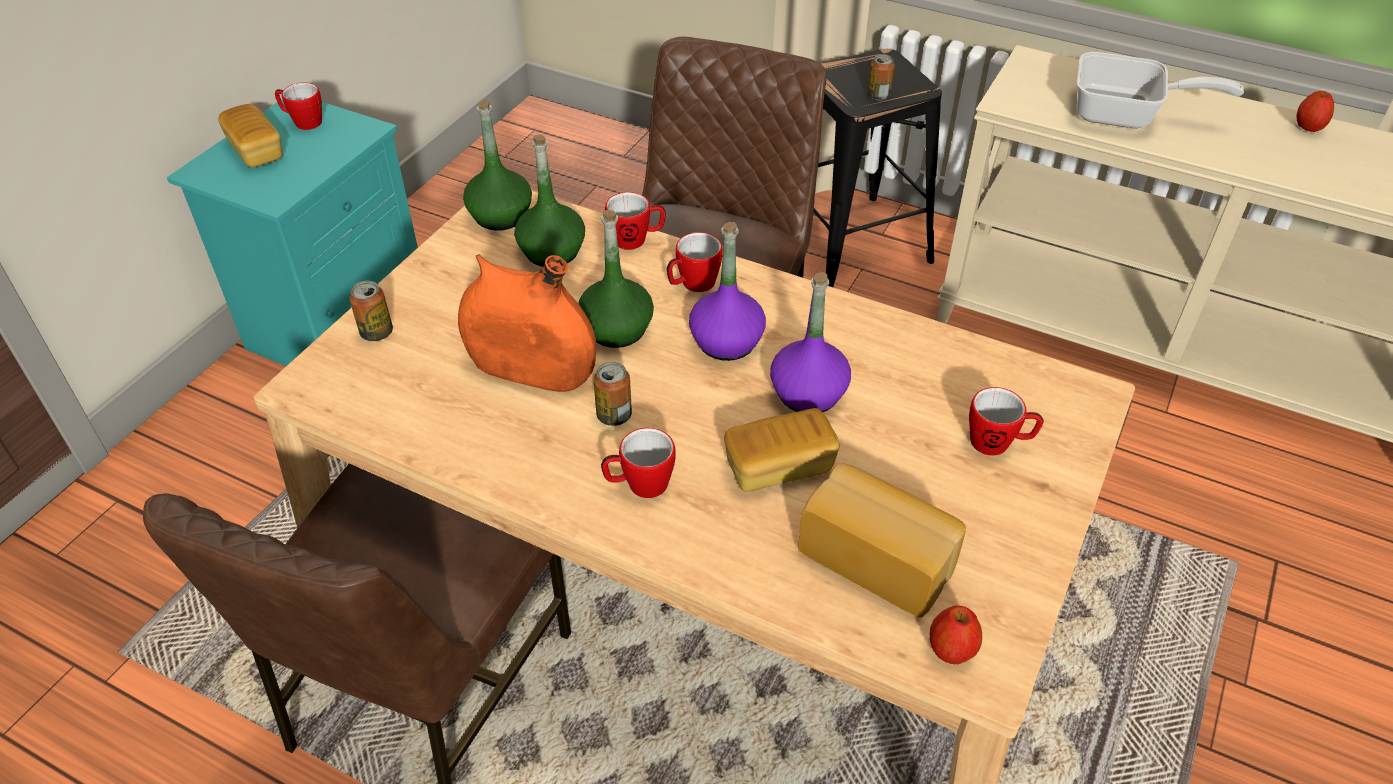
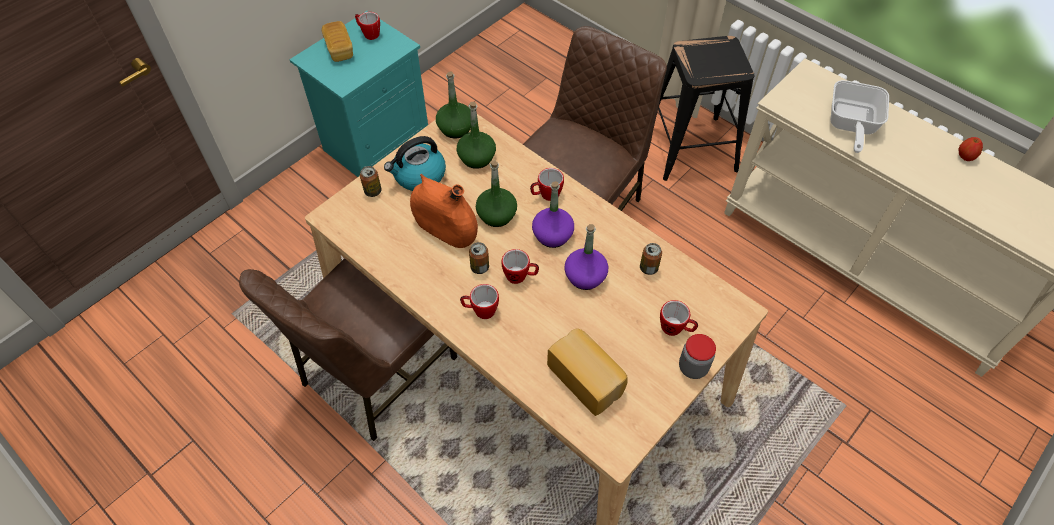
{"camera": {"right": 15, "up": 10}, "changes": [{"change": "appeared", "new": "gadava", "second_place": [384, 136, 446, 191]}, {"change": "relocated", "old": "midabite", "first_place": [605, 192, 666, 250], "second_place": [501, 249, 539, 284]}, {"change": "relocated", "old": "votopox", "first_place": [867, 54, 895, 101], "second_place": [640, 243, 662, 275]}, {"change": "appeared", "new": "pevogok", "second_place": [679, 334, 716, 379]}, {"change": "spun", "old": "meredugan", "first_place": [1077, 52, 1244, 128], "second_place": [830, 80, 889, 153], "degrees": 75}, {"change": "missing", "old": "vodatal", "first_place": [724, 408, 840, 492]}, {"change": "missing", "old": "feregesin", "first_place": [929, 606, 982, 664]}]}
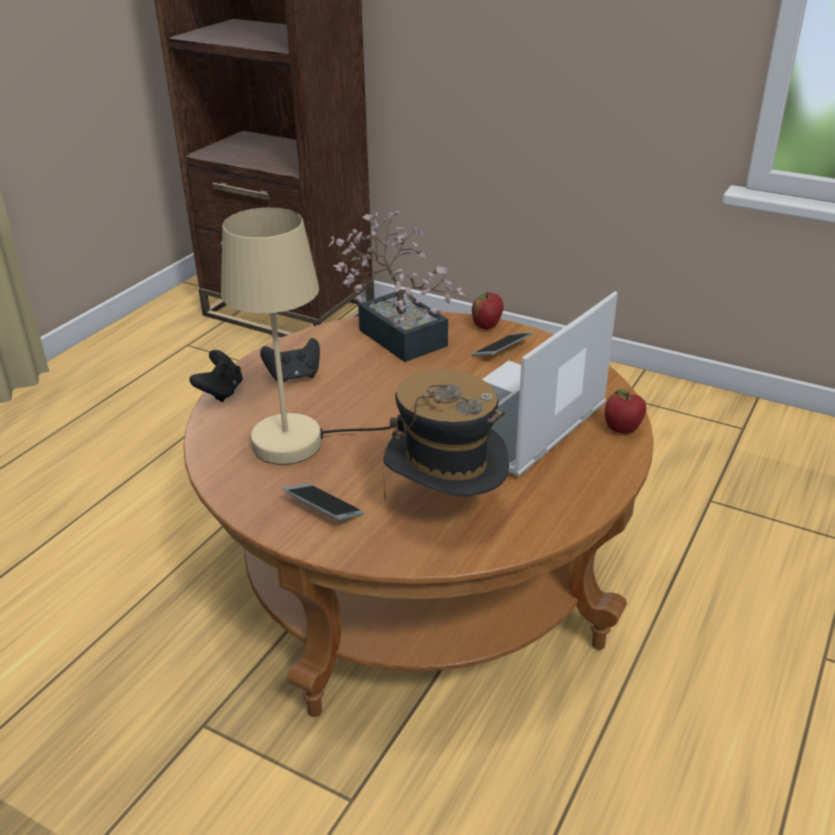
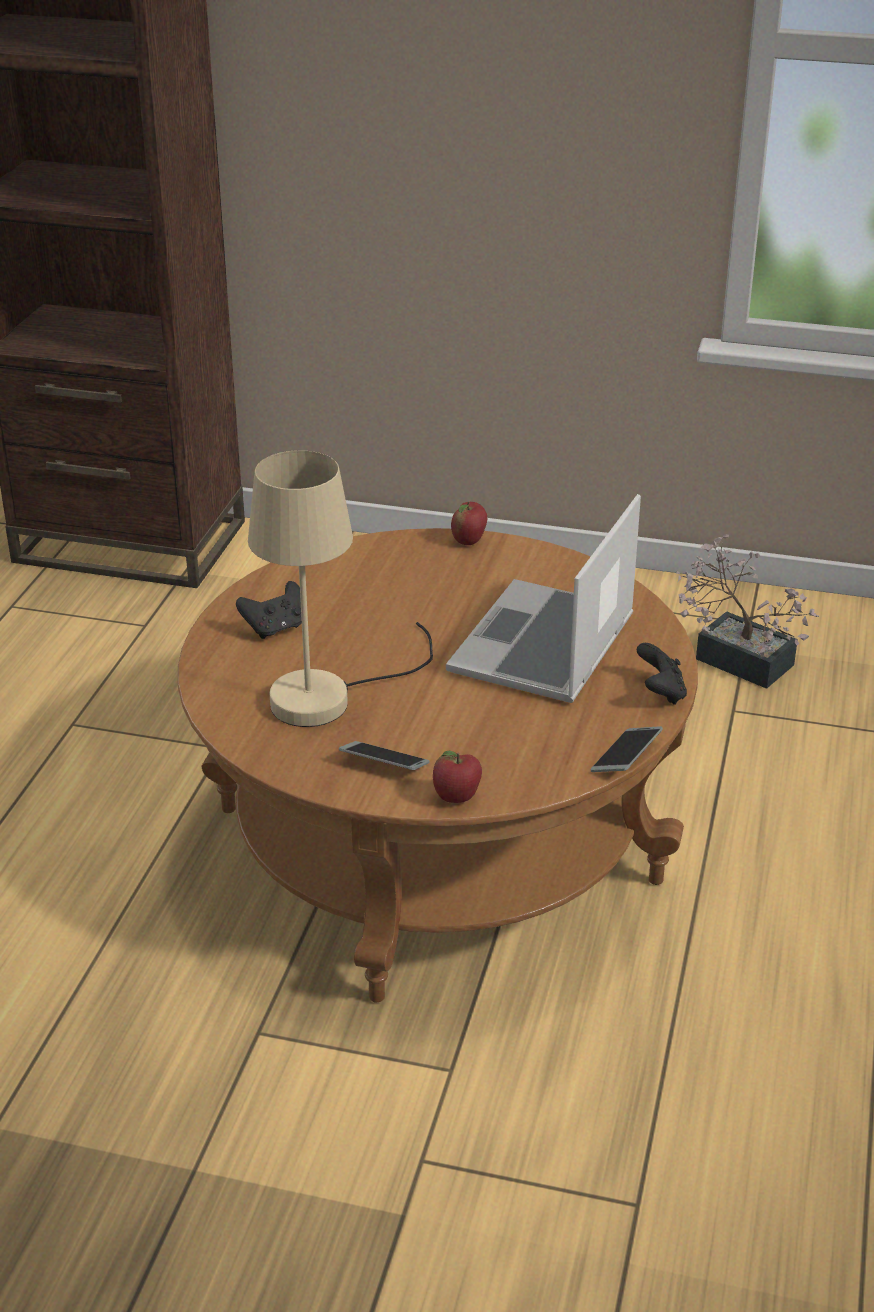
{"camera": {"right": -15, "up": 0}, "changes": [{"change": "relocated", "old": "feregesin", "first_place": [605, 389, 646, 434], "second_place": [433, 751, 482, 803]}, {"change": "relocated", "old": "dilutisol", "first_place": [472, 332, 533, 356], "second_place": [590, 726, 663, 772]}, {"change": "relocated", "old": "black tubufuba", "first_place": [189, 350, 243, 402], "second_place": [636, 643, 687, 705]}, {"change": "relocated", "old": "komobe", "first_place": [329, 210, 466, 362], "second_place": [676, 534, 819, 689]}, {"change": "missing", "old": "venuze", "first_place": [383, 369, 509, 501]}]}
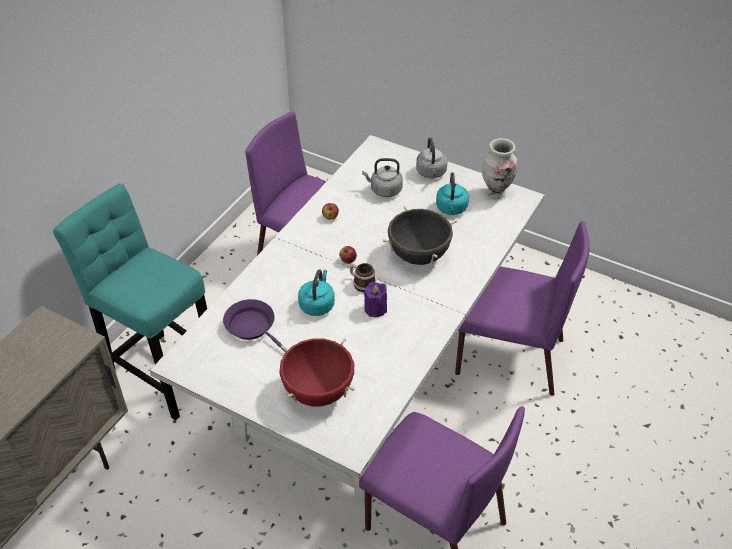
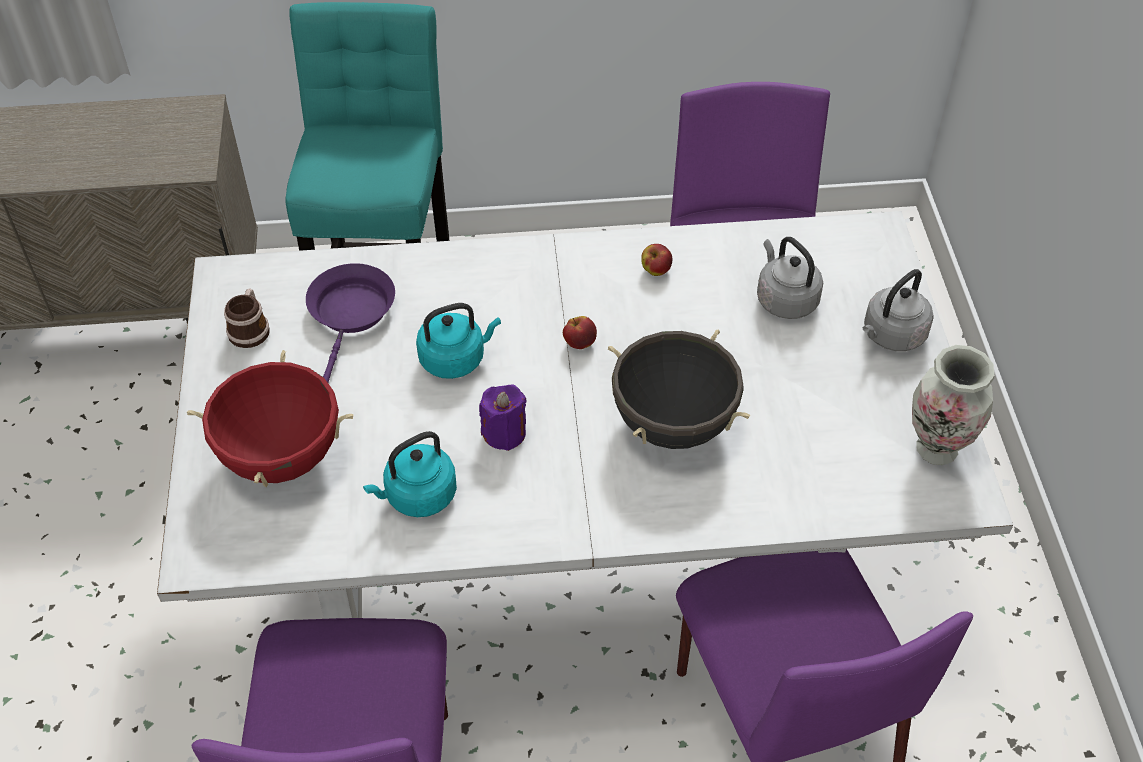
{"camera": {"right": 55, "up": 5}, "changes": [{"change": "relocated", "old": "midabite", "first_place": [350, 263, 376, 292], "second_place": [224, 288, 270, 348]}, {"change": "relocated", "old": "turquoise gadava", "first_place": [436, 172, 469, 215], "second_place": [363, 431, 457, 517]}]}
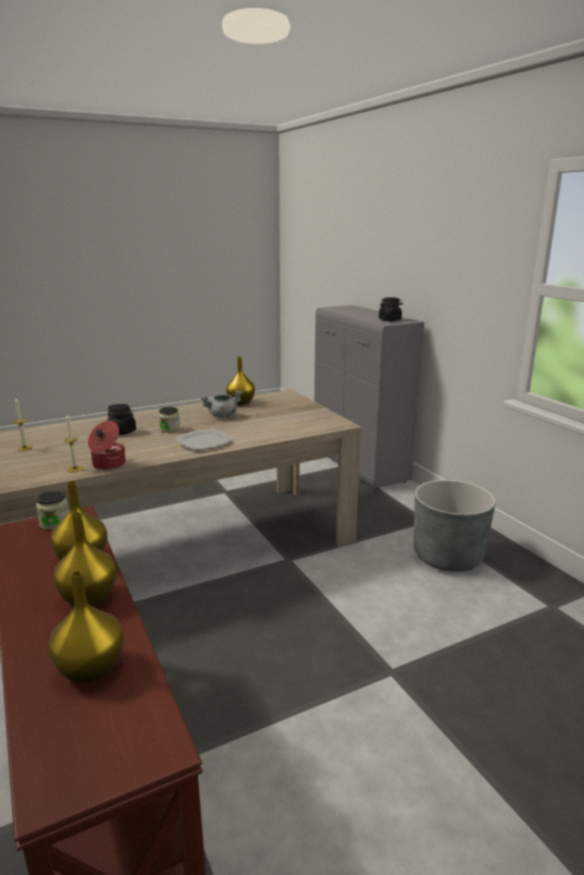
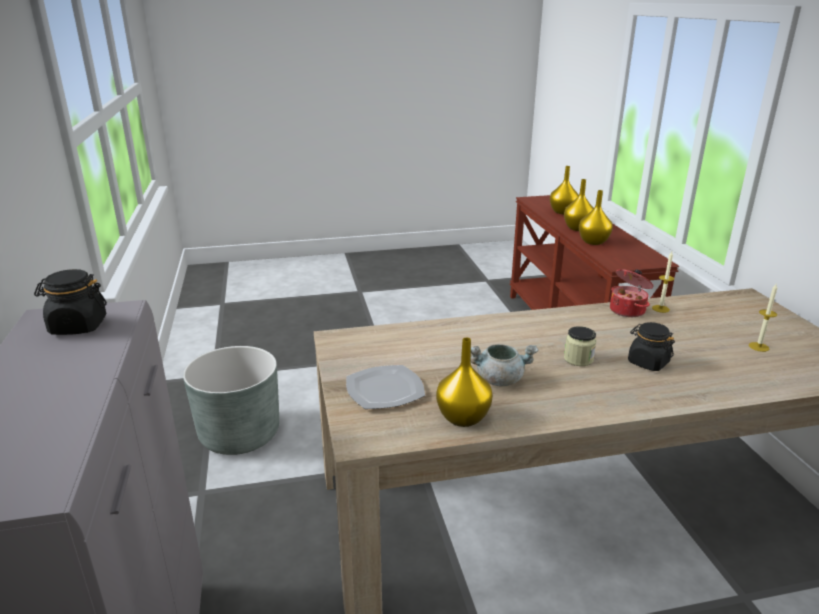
{"camera": {"right": -165, "up": 5}, "changes": [{"change": "relocated", "old": "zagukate", "first_place": [176, 429, 233, 450], "second_place": [346, 365, 425, 409]}, {"change": "missing", "old": "pevogok", "first_place": [36, 491, 69, 530]}]}
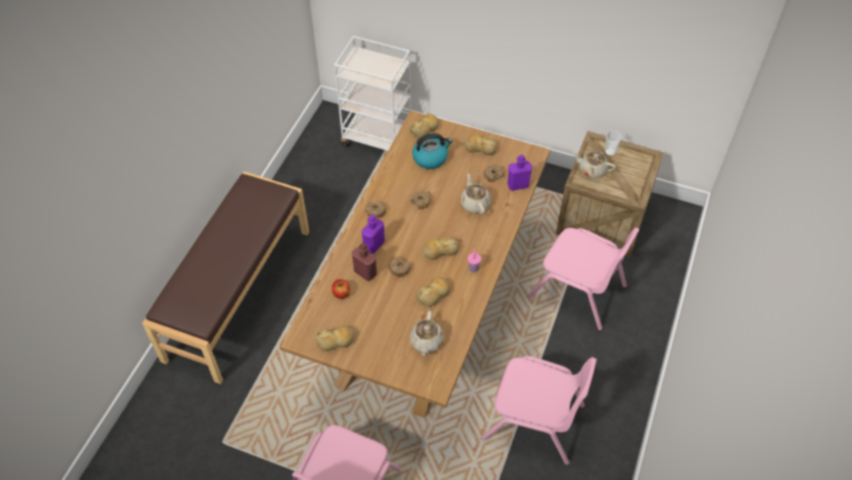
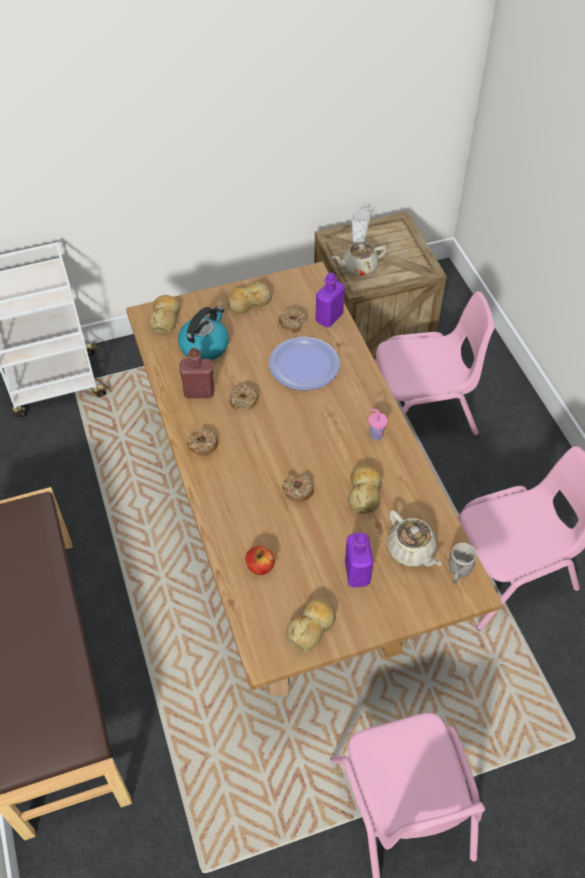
{"camera": {"right": -40, "up": 0}, "changes": [{"change": "relocated", "old": "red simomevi", "first_place": [352, 243, 377, 281], "second_place": [179, 348, 214, 398]}, {"change": "exchanged", "old": "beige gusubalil", "new": "zagukate", "first_place": [460, 173, 491, 215], "second_place": [269, 337, 340, 390]}, {"change": "relocated", "old": "purple simomevi", "first_place": [362, 215, 385, 253], "second_place": [345, 532, 373, 587]}, {"change": "appeared", "new": "grey midabite", "second_place": [449, 543, 477, 584]}, {"change": "missing", "old": "vodatal", "first_place": [423, 236, 458, 260]}]}
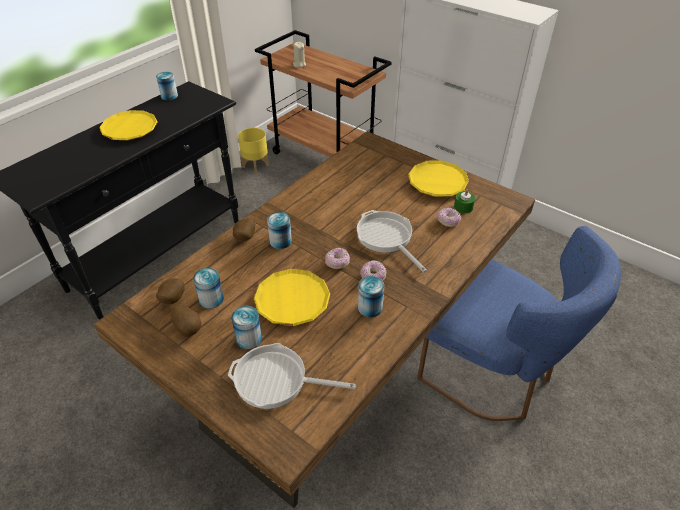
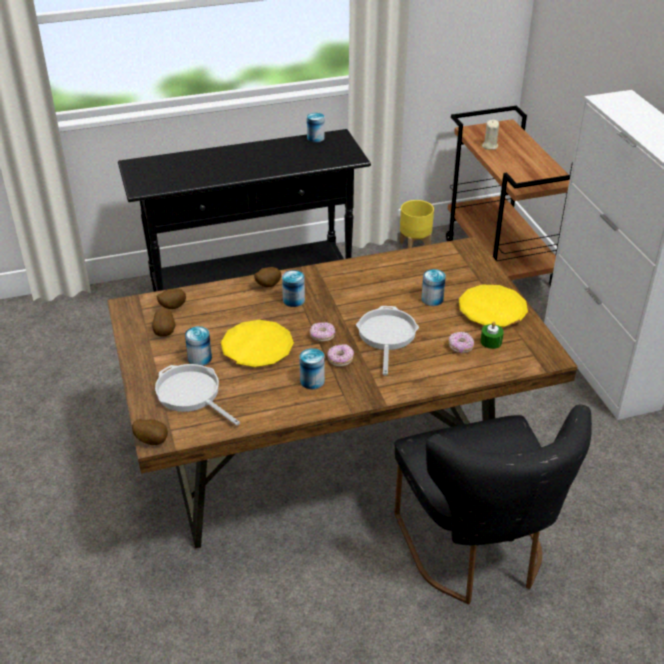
{"camera": {"right": 35, "up": -5}, "changes": [{"change": "appeared", "new": "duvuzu", "second_place": [132, 419, 168, 445]}, {"change": "colour", "old": "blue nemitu", "new": "black nemitu", "first_place": [417, 226, 621, 421], "second_place": [394, 405, 592, 604]}, {"change": "relocated", "old": "votopox", "first_place": [193, 268, 224, 309], "second_place": [421, 269, 446, 306]}, {"change": "missing", "old": "yellow zagukate", "first_place": [100, 110, 158, 140]}]}
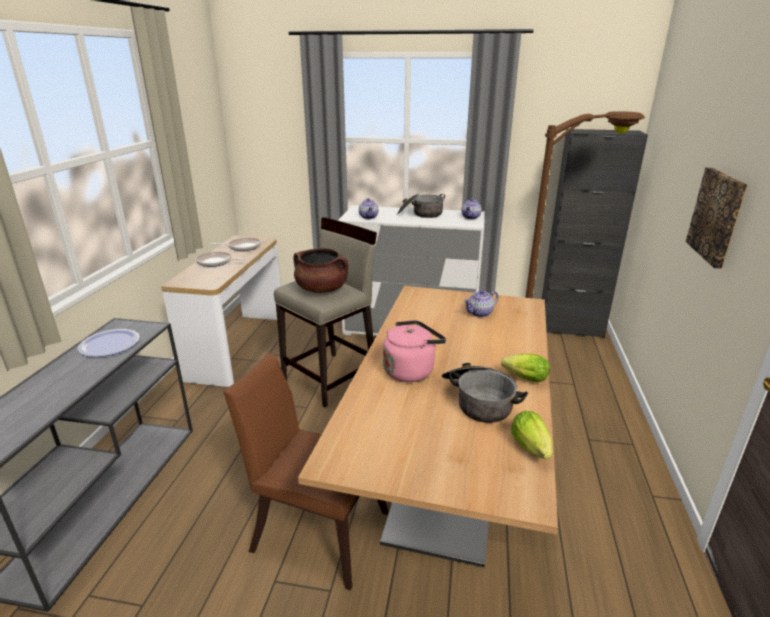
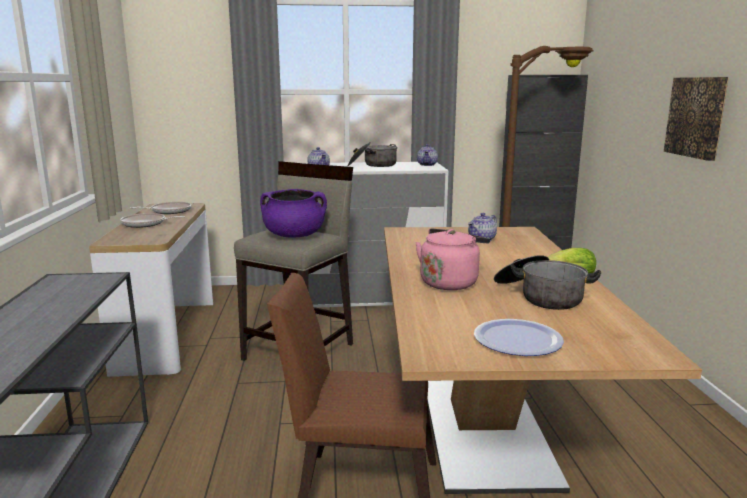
{"camera": {"right": -15, "up": -10}, "changes": [{"change": "colour", "old": "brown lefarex", "new": "purple lefarex", "first_place": [294, 248, 348, 293], "second_place": [260, 189, 327, 238]}, {"change": "relocated", "old": "zagukate", "first_place": [77, 329, 140, 357], "second_place": [474, 319, 564, 356]}, {"change": "missing", "old": "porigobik", "first_place": [511, 411, 552, 459]}]}
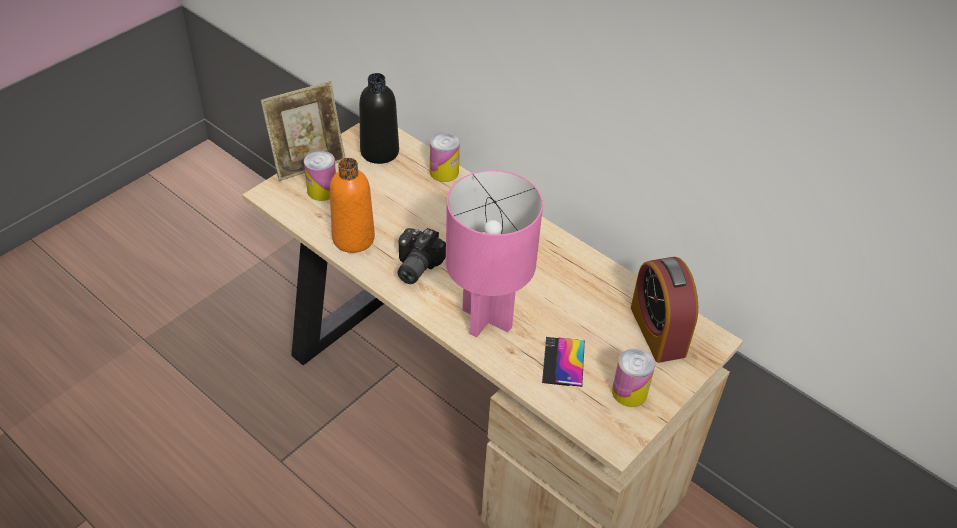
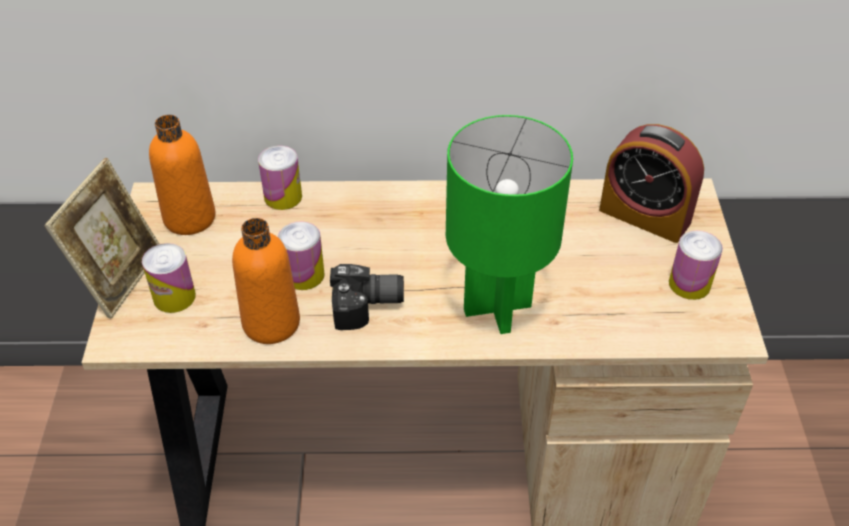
{"camera": {"right": -40, "up": 0}, "changes": [{"change": "colour", "old": "black simomevi", "new": "orange simomevi", "first_place": [359, 73, 399, 164], "second_place": [149, 115, 216, 235]}, {"change": "appeared", "new": "votopox", "second_place": [278, 222, 324, 290]}, {"change": "spun", "old": "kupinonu", "first_place": [397, 228, 446, 284], "second_place": [330, 264, 404, 330], "degrees": -75}, {"change": "colour", "old": "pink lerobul", "new": "green lerobul", "first_place": [446, 170, 543, 338], "second_place": [446, 115, 573, 334]}, {"change": "missing", "old": "dilutisol", "first_place": [542, 337, 585, 387]}]}
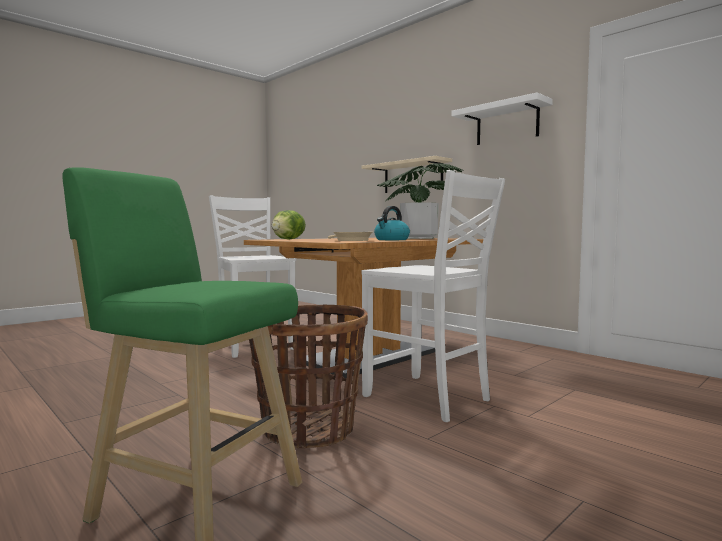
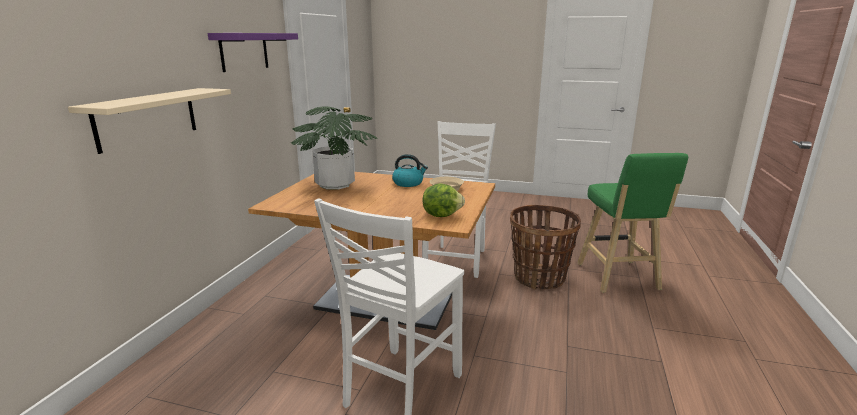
{"camera": {"right": -120, "up": 15}, "changes": [{"change": "colour", "old": "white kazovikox", "new": "purple kazovikox", "first_place": [451, 92, 553, 145], "second_place": [208, 33, 298, 72]}]}
